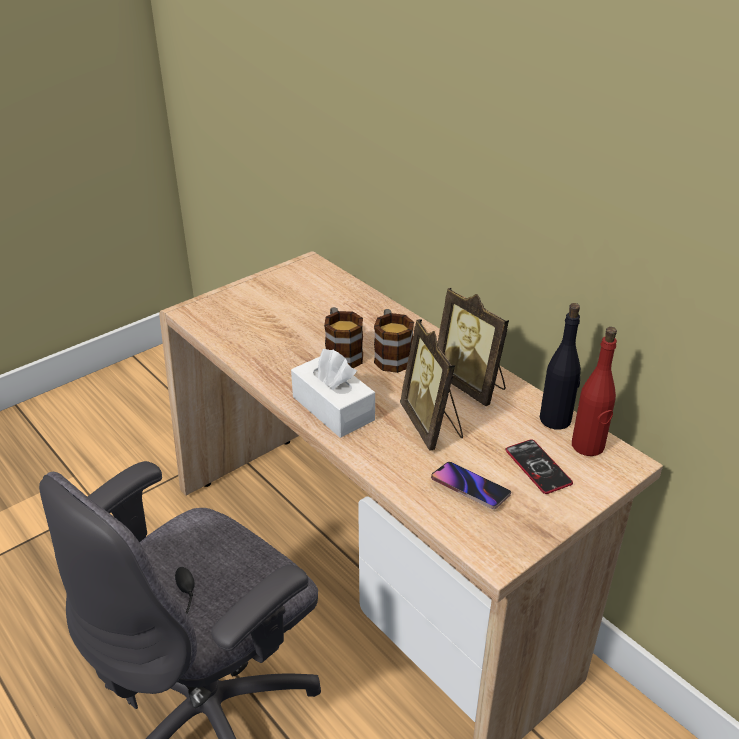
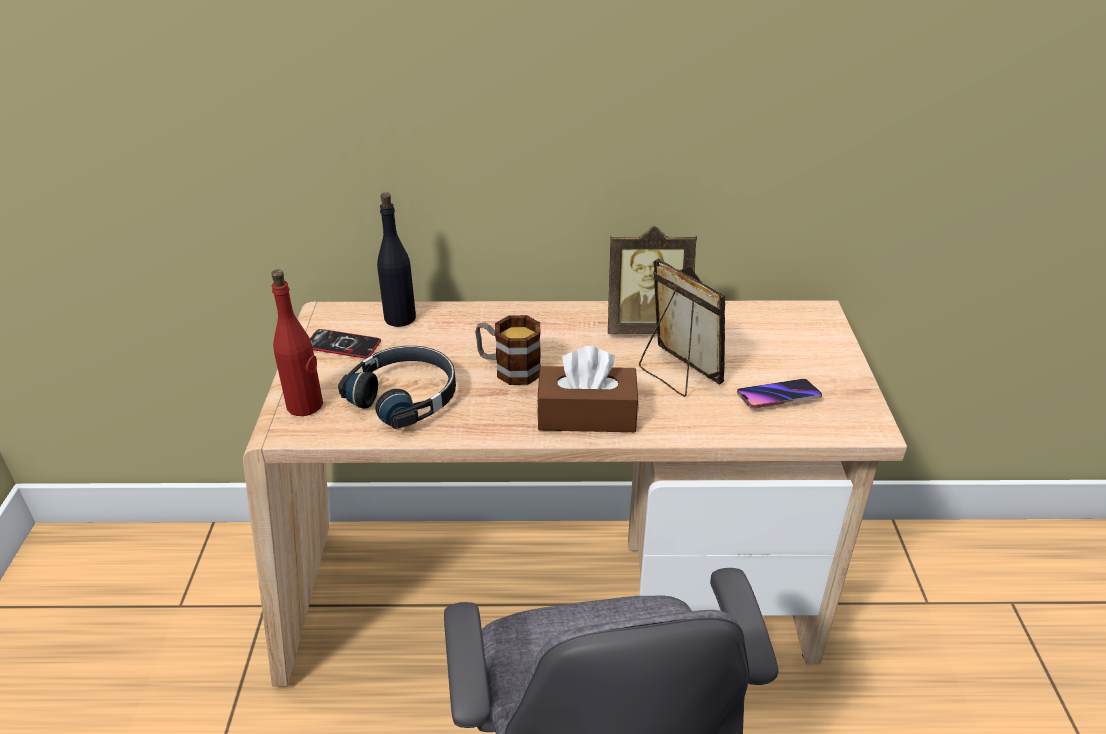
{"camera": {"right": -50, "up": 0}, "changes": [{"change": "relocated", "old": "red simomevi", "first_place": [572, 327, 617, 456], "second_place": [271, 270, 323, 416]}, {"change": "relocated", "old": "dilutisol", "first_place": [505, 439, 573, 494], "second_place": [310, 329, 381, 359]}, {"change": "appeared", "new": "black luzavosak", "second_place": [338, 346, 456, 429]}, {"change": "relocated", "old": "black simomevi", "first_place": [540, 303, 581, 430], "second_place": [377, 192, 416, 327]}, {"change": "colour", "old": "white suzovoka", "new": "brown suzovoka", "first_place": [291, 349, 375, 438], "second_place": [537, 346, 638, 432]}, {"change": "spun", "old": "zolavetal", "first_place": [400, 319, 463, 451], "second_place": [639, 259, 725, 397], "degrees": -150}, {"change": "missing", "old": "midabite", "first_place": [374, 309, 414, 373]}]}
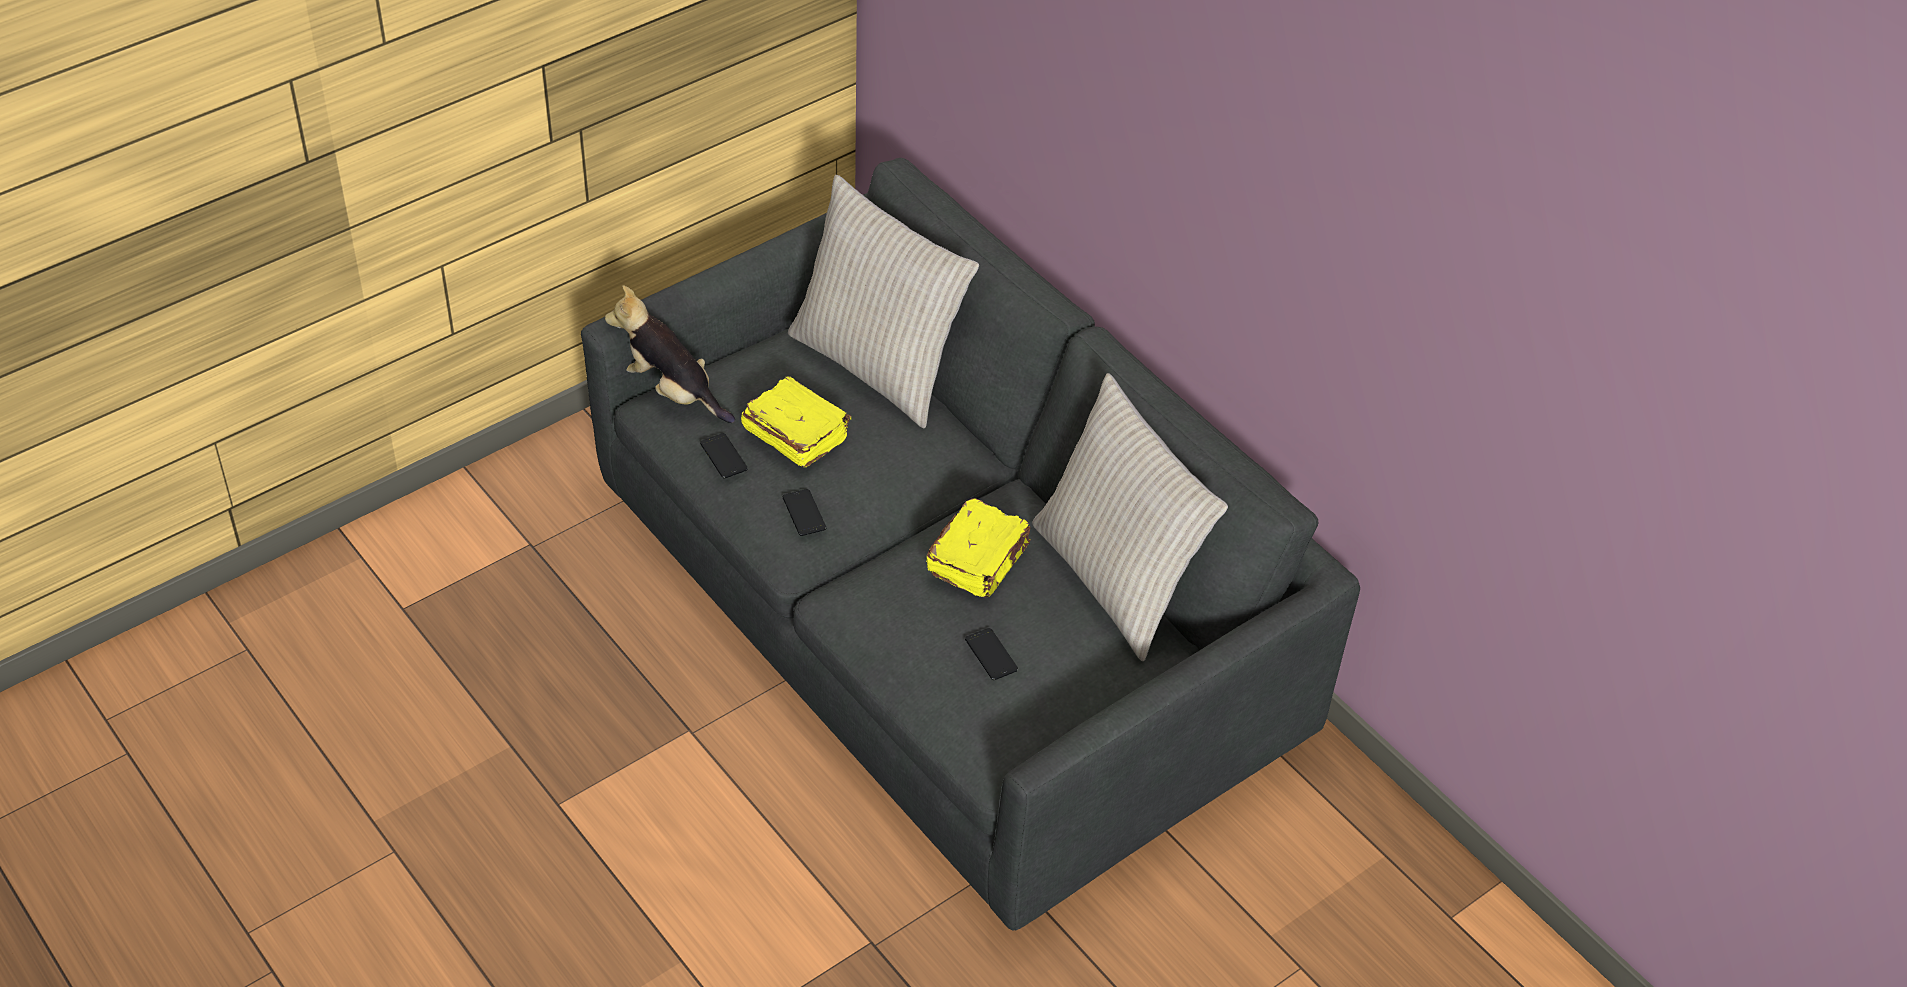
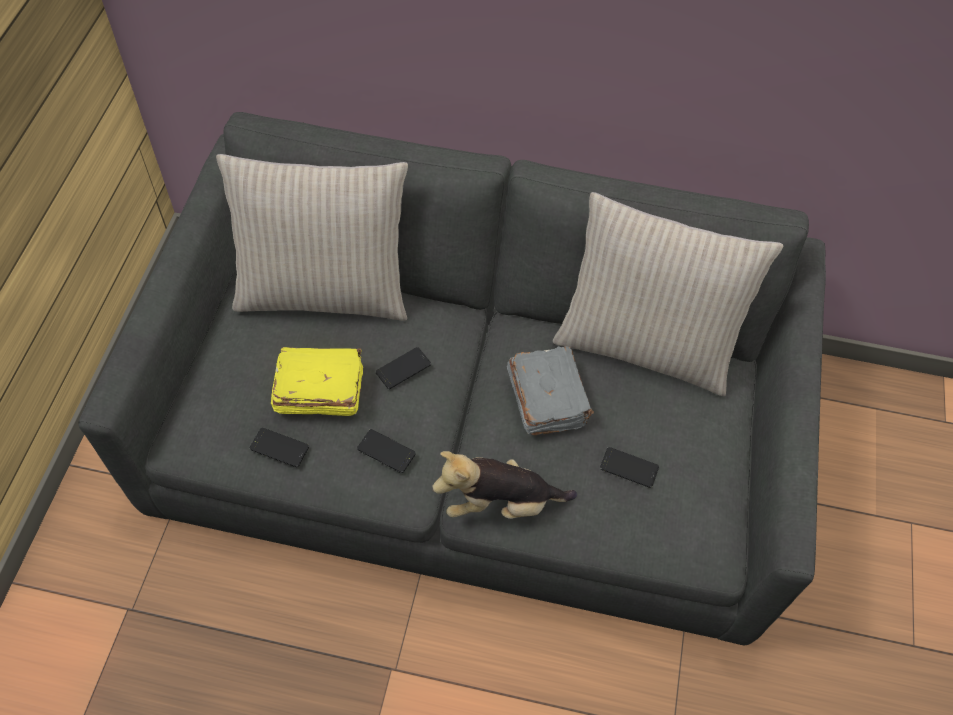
{"camera": {"right": -40, "up": 10}, "changes": [{"change": "appeared", "new": "dilutisol", "second_place": [376, 347, 431, 389]}, {"change": "relocated", "old": "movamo", "first_place": [605, 285, 735, 423], "second_place": [432, 451, 577, 519]}, {"change": "colour", "old": "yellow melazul", "new": "grey melazul", "first_place": [926, 498, 1031, 597], "second_place": [507, 346, 594, 436]}]}
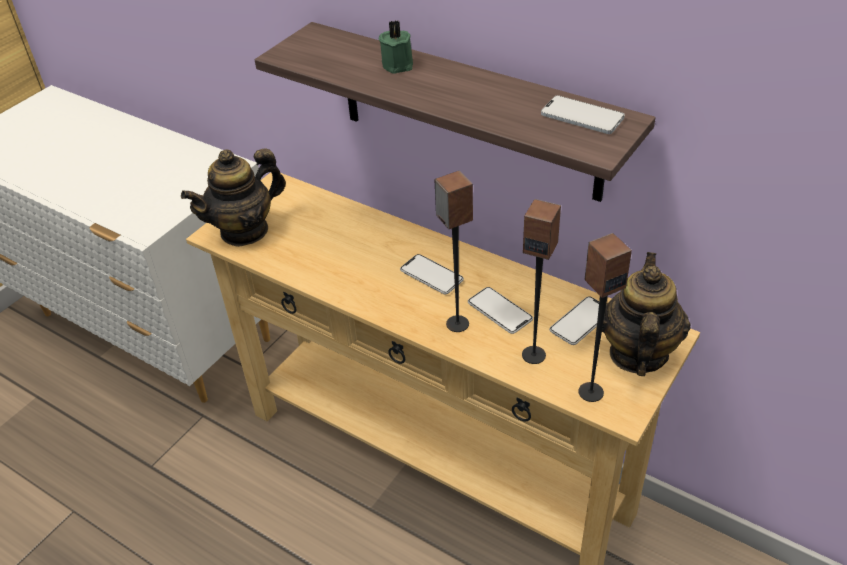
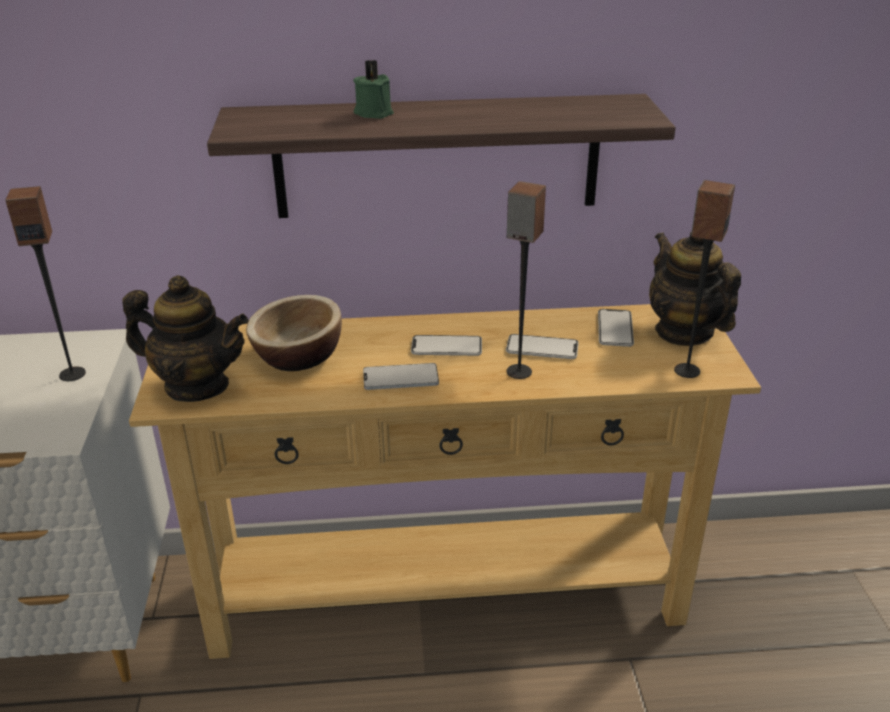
{"camera": {"right": -40, "up": -10}, "changes": [{"change": "relocated", "old": "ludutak", "first_place": [522, 199, 561, 364], "second_place": [5, 186, 86, 381]}, {"change": "spun", "old": "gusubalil", "first_place": [181, 149, 286, 247], "second_place": [122, 275, 249, 402], "degrees": -90}, {"change": "appeared", "new": "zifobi", "second_place": [246, 295, 342, 371]}, {"change": "relocated", "old": "dilutisol", "first_place": [541, 95, 625, 134], "second_place": [363, 363, 439, 390]}]}
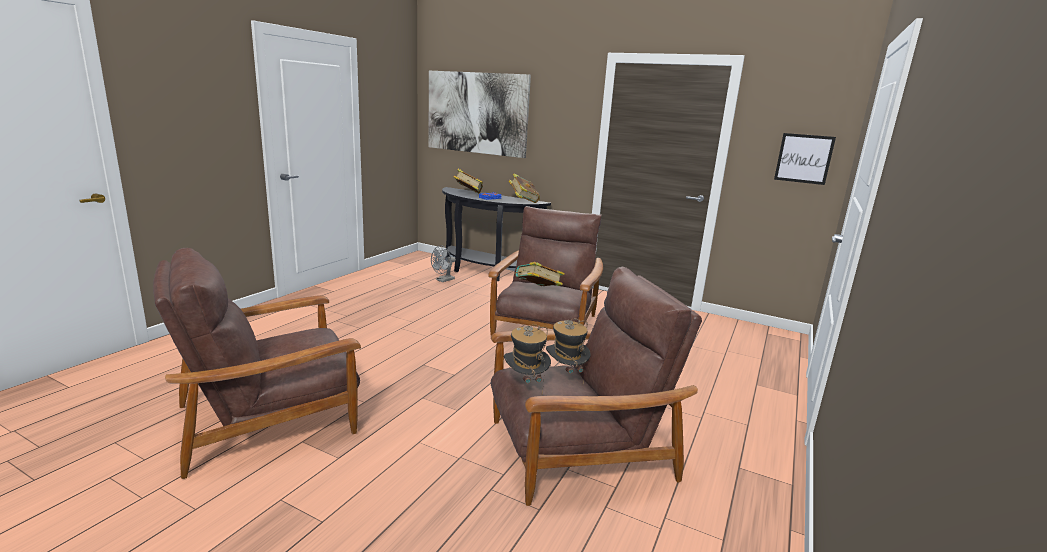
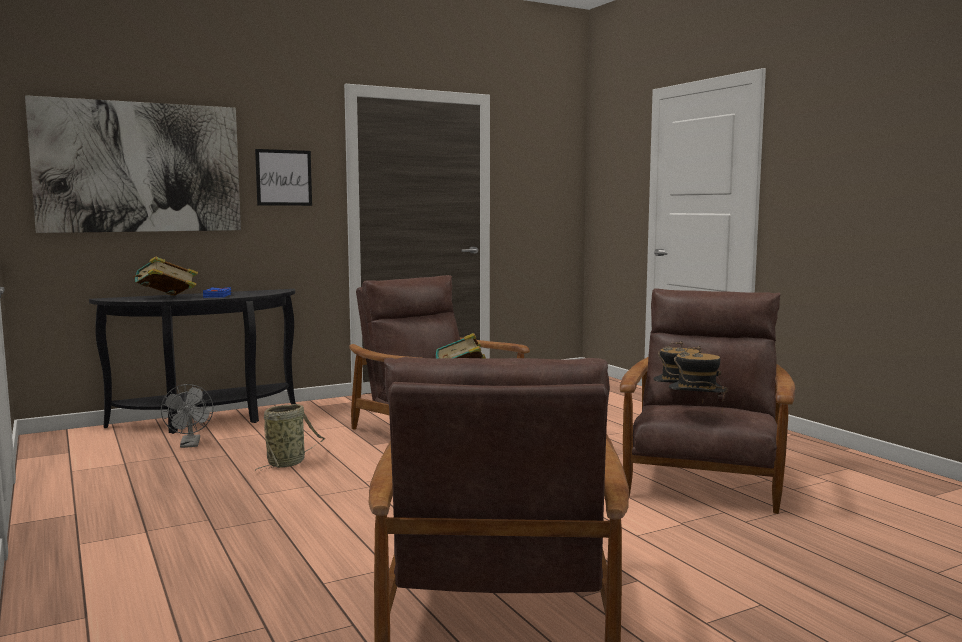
{"camera": {"right": -55, "up": -10}, "changes": [{"change": "relocated", "old": "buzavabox", "first_place": [774, 133, 836, 185], "second_place": [255, 149, 312, 206]}, {"change": "appeared", "new": "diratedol", "second_place": [255, 404, 325, 471]}, {"change": "missing", "old": "melazul", "first_place": [509, 174, 540, 203]}]}
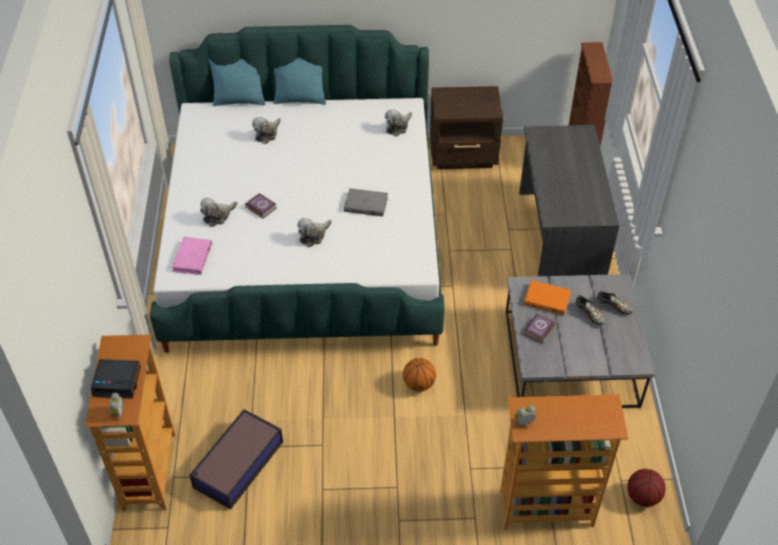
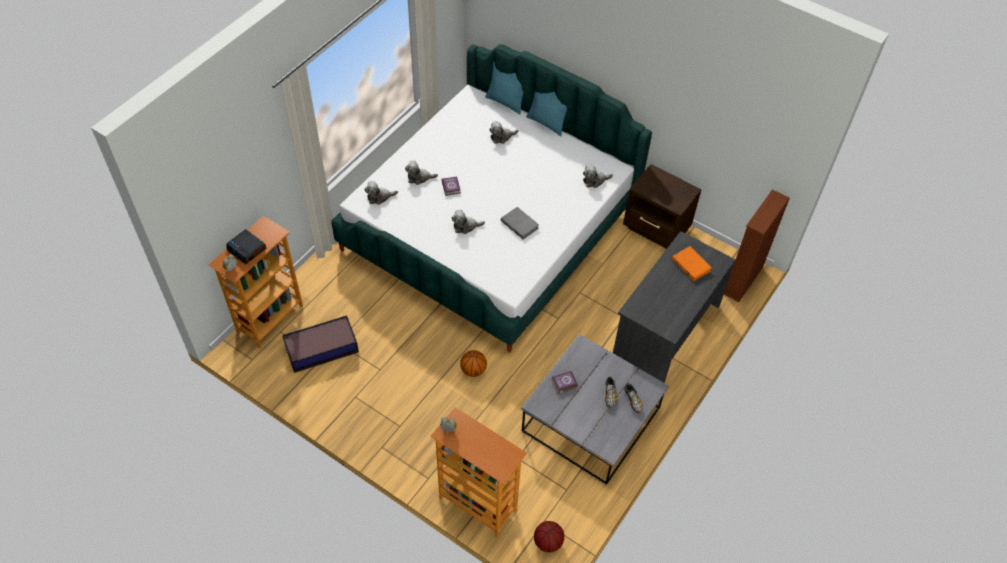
{"camera": {"right": 35, "up": 5}, "changes": [{"change": "exchanged", "old": "pink melazul", "new": "movamo", "first_place": [172, 237, 213, 275], "second_place": [364, 181, 398, 205]}, {"change": "relocated", "old": "orange melazul", "first_place": [524, 280, 571, 315], "second_place": [672, 246, 712, 281]}]}
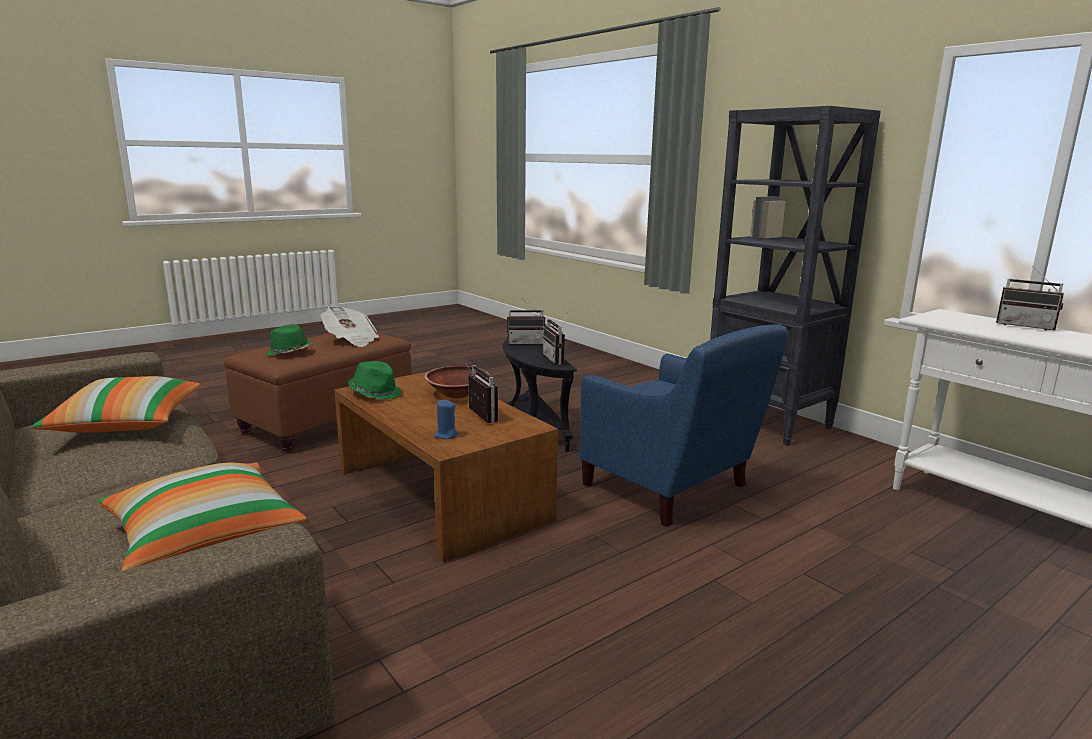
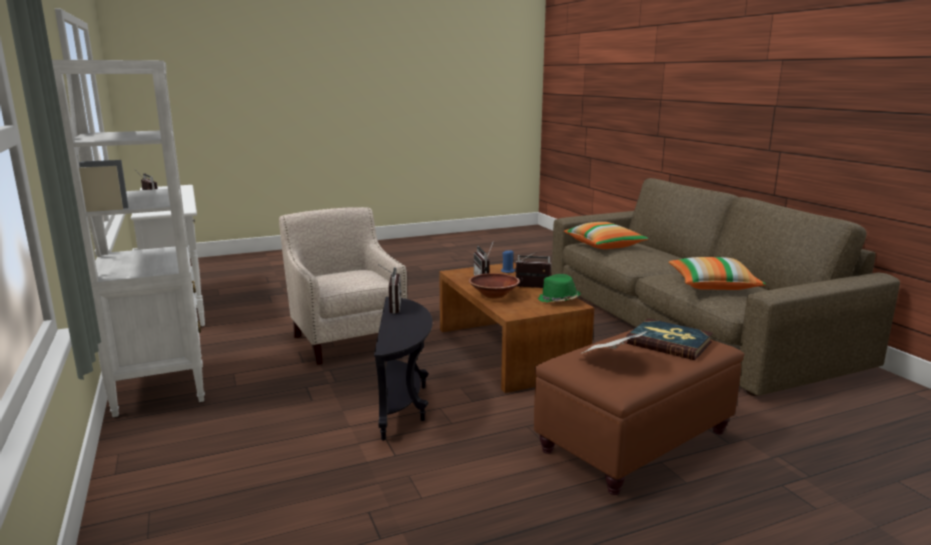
{"camera": {"right": -165, "up": 0}, "changes": [{"change": "colour", "old": "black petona", "new": "white petona", "first_place": [710, 106, 881, 446], "second_place": [52, 60, 205, 417]}, {"change": "colour", "old": "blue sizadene", "new": "beige sizadene", "first_place": [579, 324, 788, 527], "second_place": [279, 207, 407, 365]}, {"change": "relocated", "old": "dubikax", "first_place": [507, 300, 546, 345], "second_place": [515, 251, 551, 288]}, {"change": "exchanged", "old": "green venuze", "new": "melazul", "first_place": [266, 324, 312, 355], "second_place": [626, 318, 713, 360]}]}
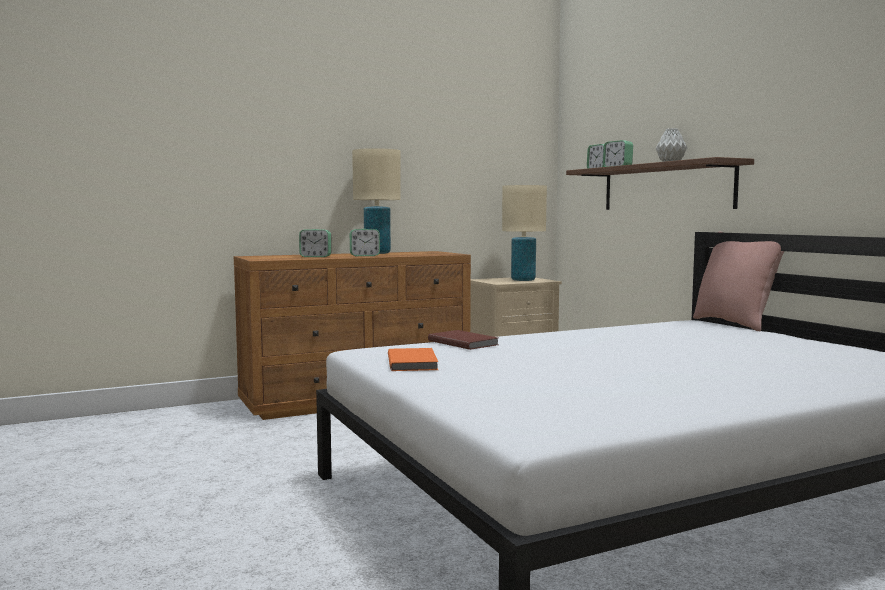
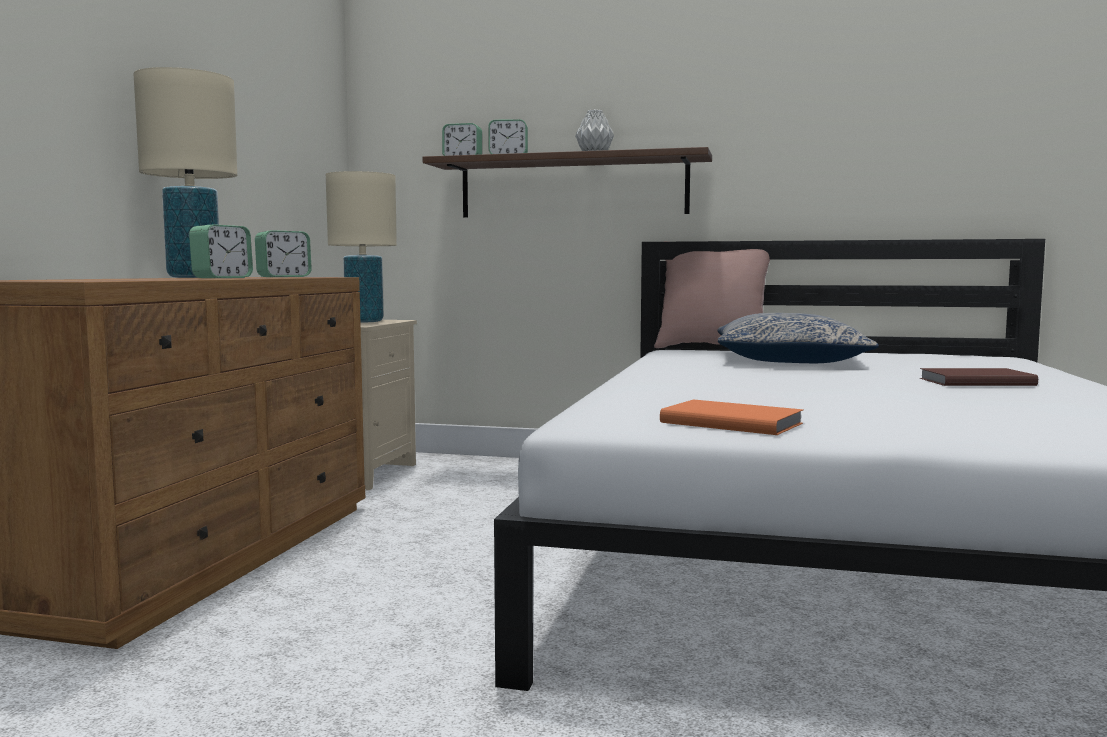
{"camera": {"right": -50, "up": 0}, "changes": [{"change": "relocated", "old": "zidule", "first_place": [299, 229, 331, 257], "second_place": [255, 230, 312, 277]}, {"change": "appeared", "new": "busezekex", "second_place": [717, 313, 879, 363]}, {"change": "relocated", "old": "brown melazul", "first_place": [428, 330, 498, 350], "second_place": [920, 368, 1038, 386]}]}
